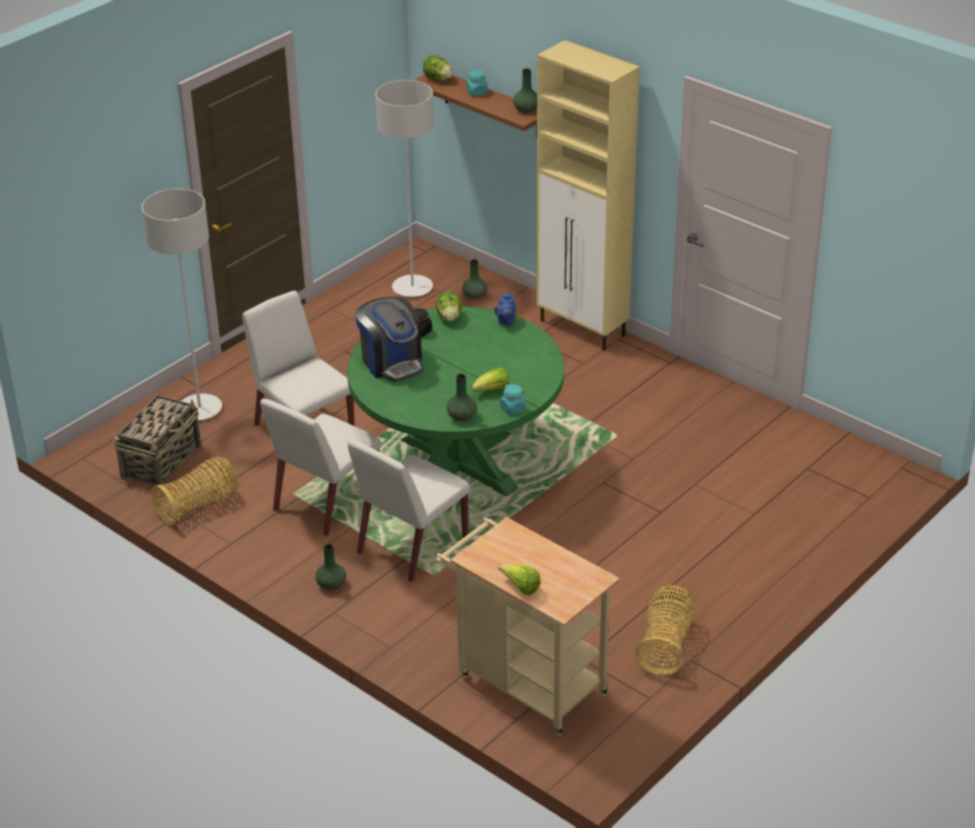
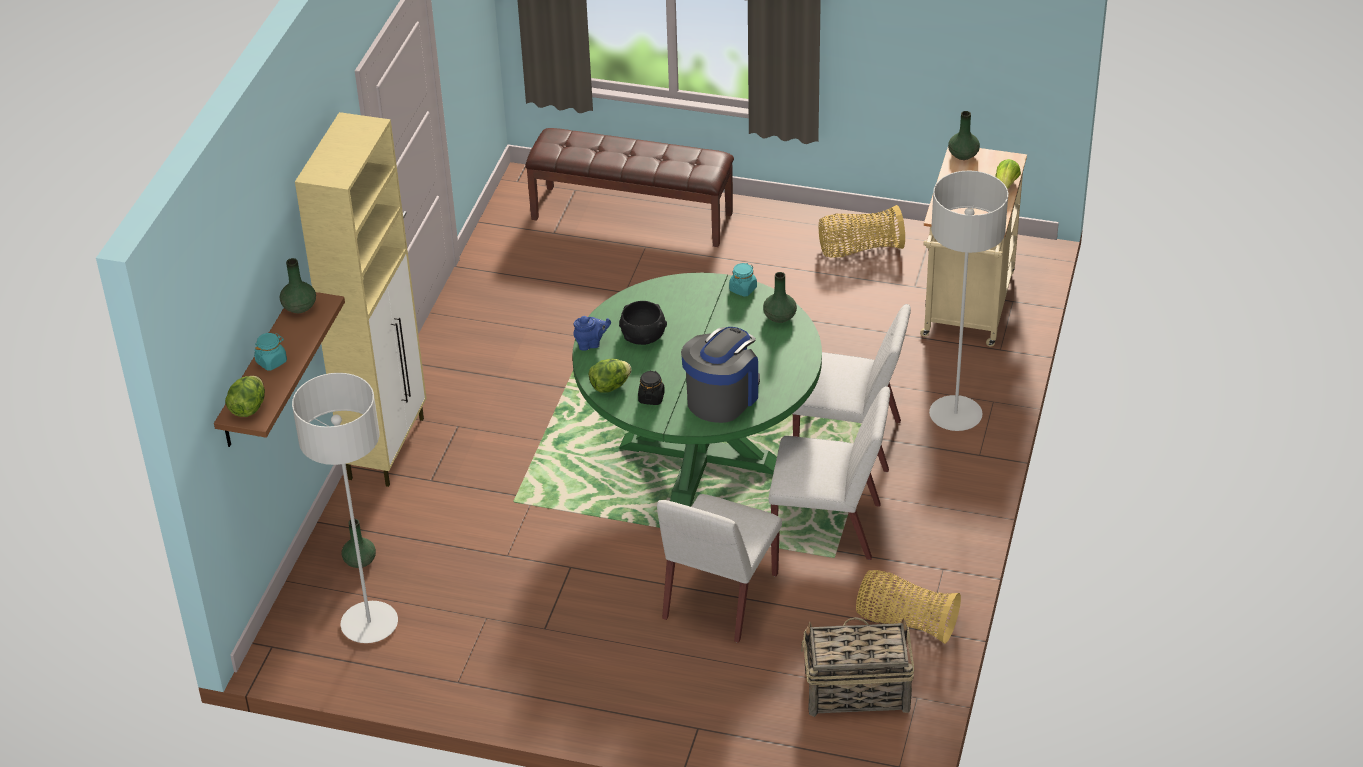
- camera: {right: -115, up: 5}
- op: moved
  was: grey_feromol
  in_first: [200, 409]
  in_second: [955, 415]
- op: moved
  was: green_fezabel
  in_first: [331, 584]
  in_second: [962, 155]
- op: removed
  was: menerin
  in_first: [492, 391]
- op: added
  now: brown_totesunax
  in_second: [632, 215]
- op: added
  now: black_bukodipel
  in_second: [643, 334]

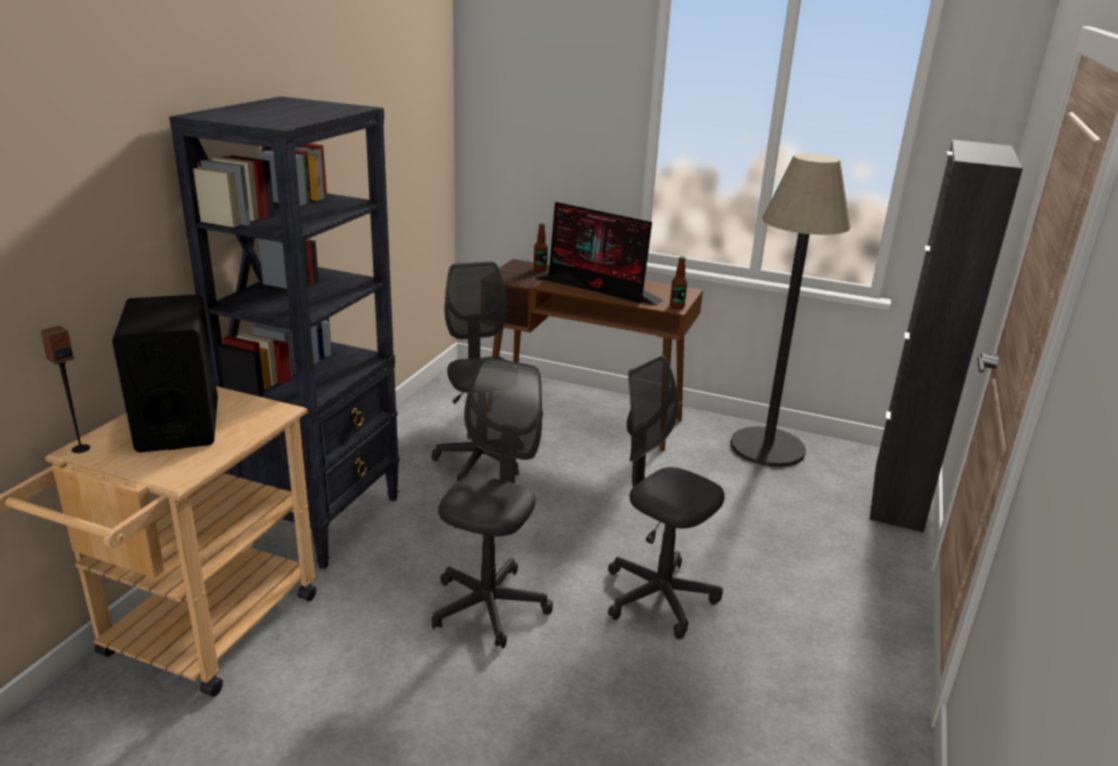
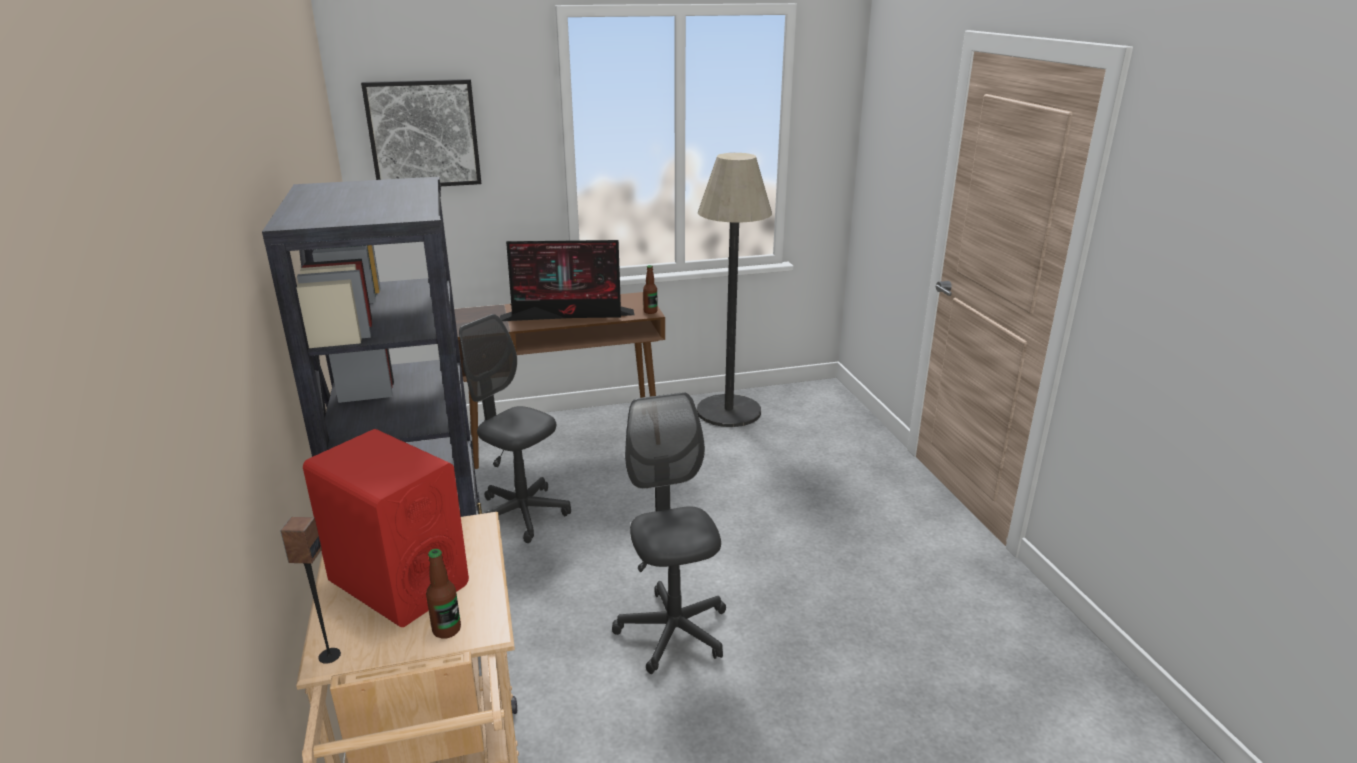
- camera: {right: -35, up: 0}
- op: recoloured
  was: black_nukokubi
  now: red_nukokubi
  in_first: [178, 425]
  in_second: [398, 583]
- op: moved
  was: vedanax
  in_first: [540, 269]
  in_second: [446, 630]
- op: removed
  was: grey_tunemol
  in_first: [658, 597]
- op: removed
  was: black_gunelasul
  in_first: [898, 497]
- op: added
  now: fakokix
  in_second: [423, 134]

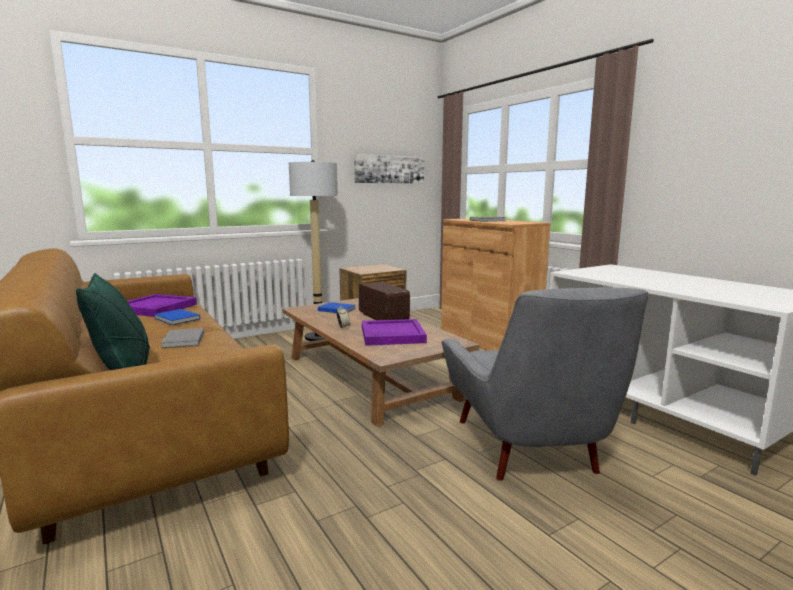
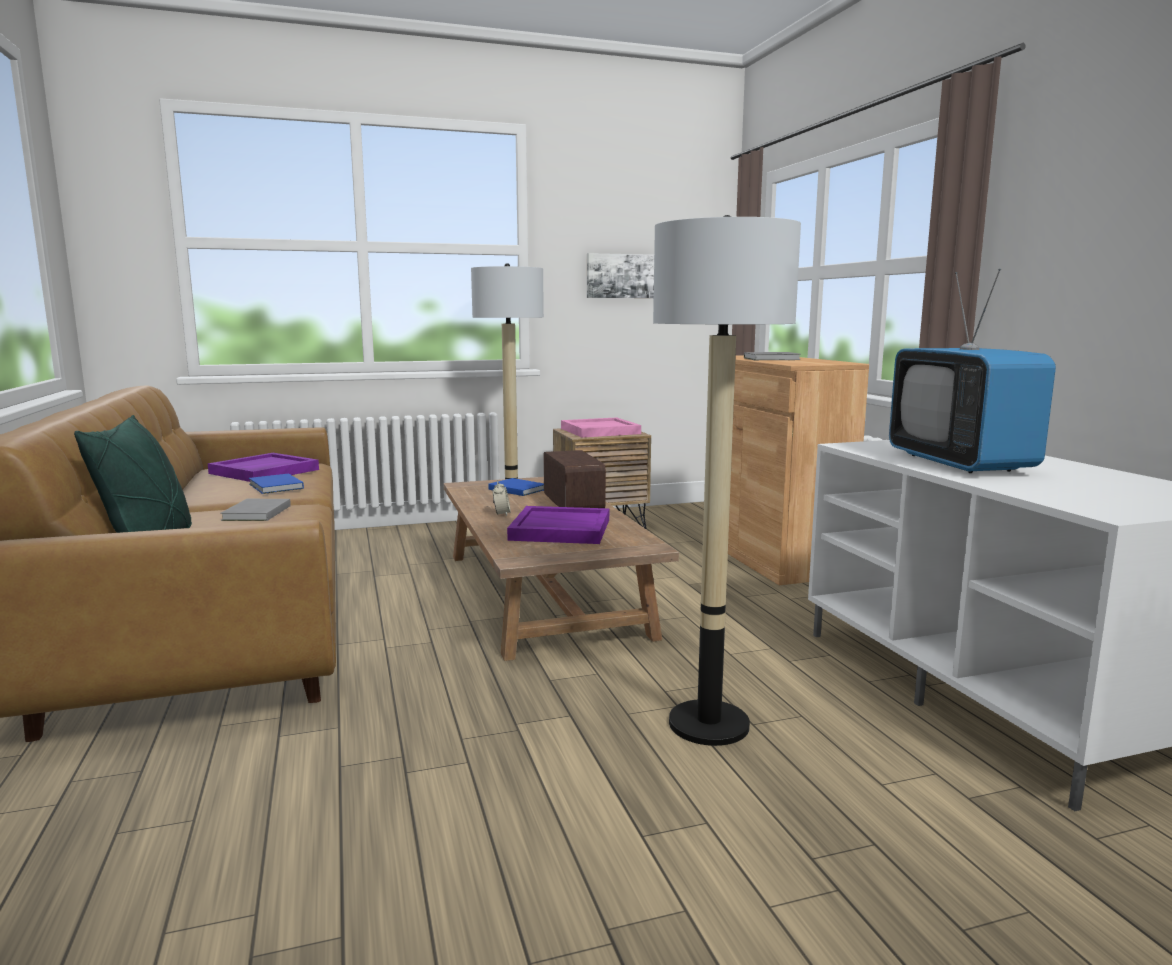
- camera: {right: 15, up: 0}
- op: replaced
  was: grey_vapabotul
  now: feromol
  in_first: [531, 452]
  in_second: [708, 724]
- op: added
  now: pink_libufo
  in_second: [599, 431]
- op: added
  now: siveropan
  in_second: [959, 463]

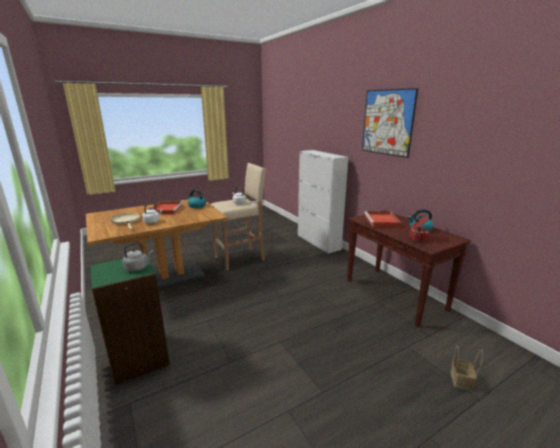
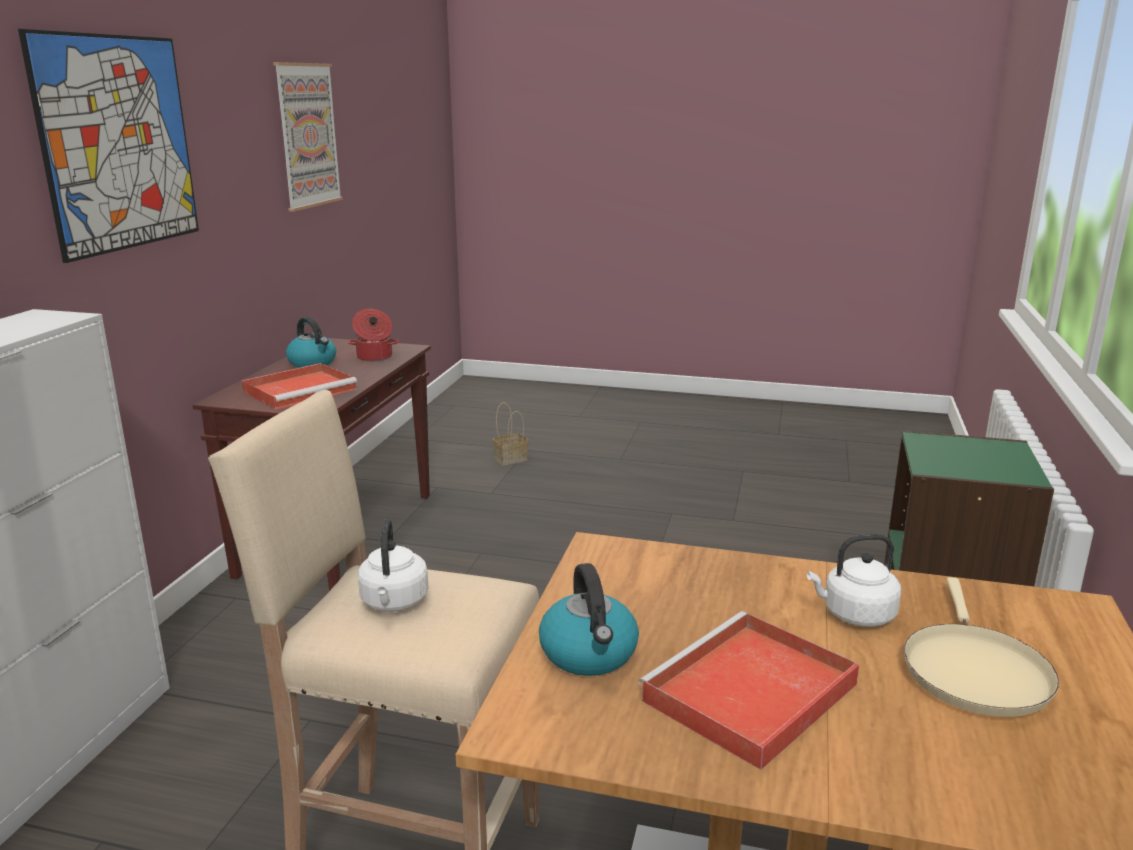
- camera: {right: -135, up: 0}
- op: removed
  was: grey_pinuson
  in_first: [138, 267]
- op: added
  now: fakokix
  in_second: [307, 135]

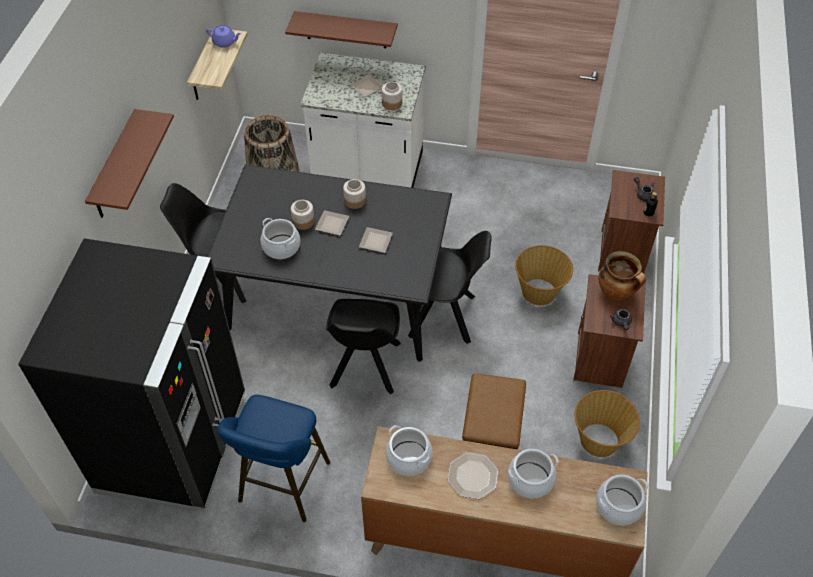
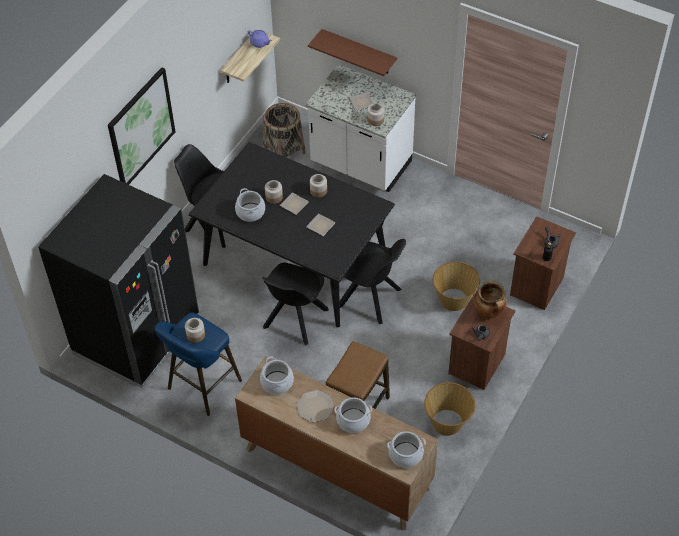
- camera: {right: 20, up: 0}
- op: replaced
  was: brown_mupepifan
  now: fakokix
  in_first: [115, 167]
  in_second: [141, 127]
- op: added
  now: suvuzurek
  in_second: [195, 335]

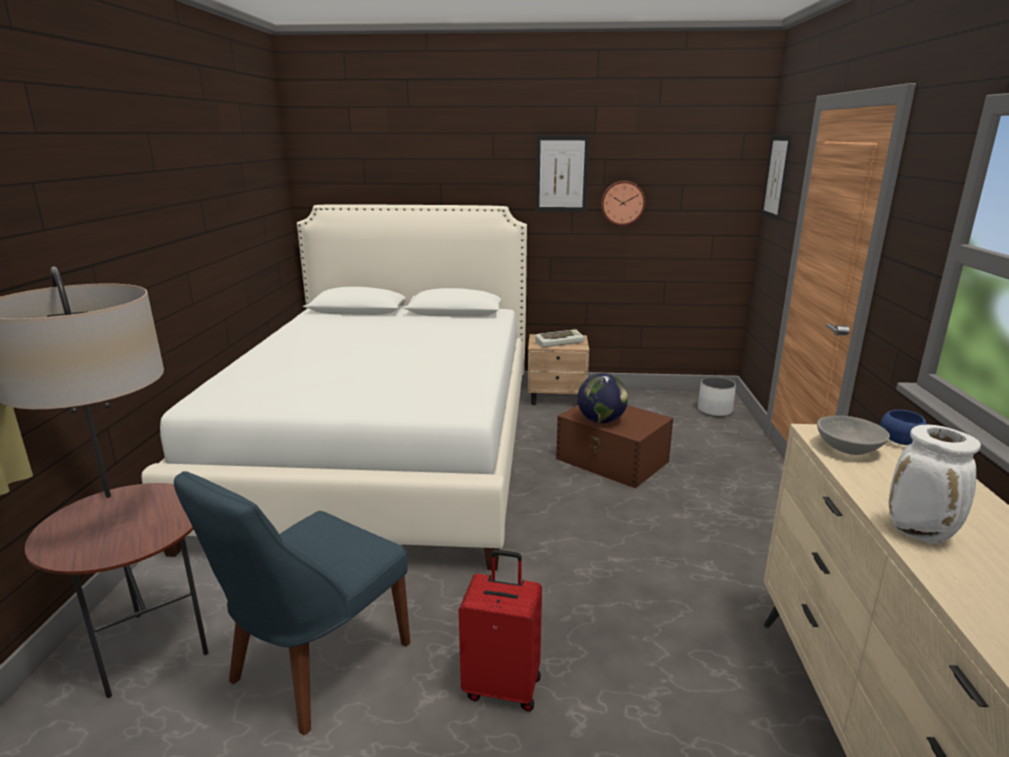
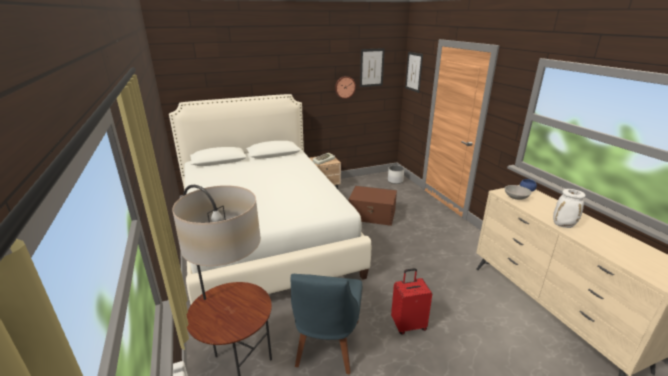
- camera: {right: -25, up: 5}
- op: moved
  was: fakokix
  in_first: [561, 174]
  in_second: [371, 68]
- op: removed
  was: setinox
  in_first: [601, 421]

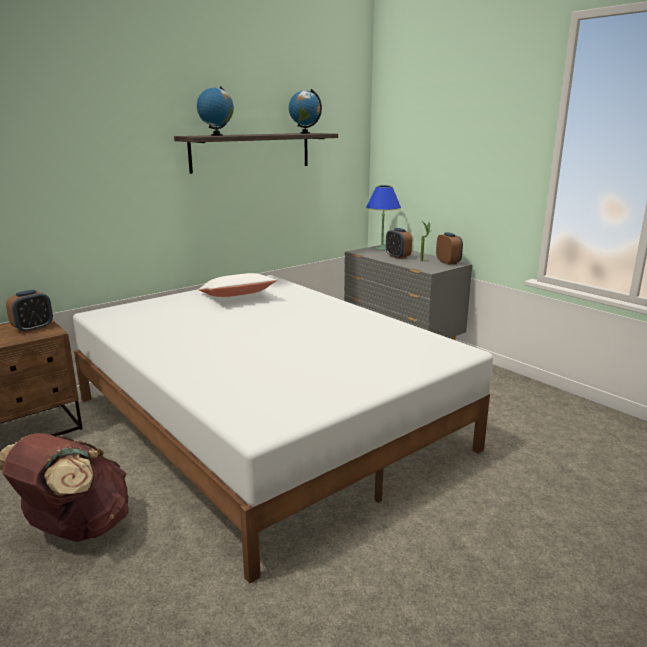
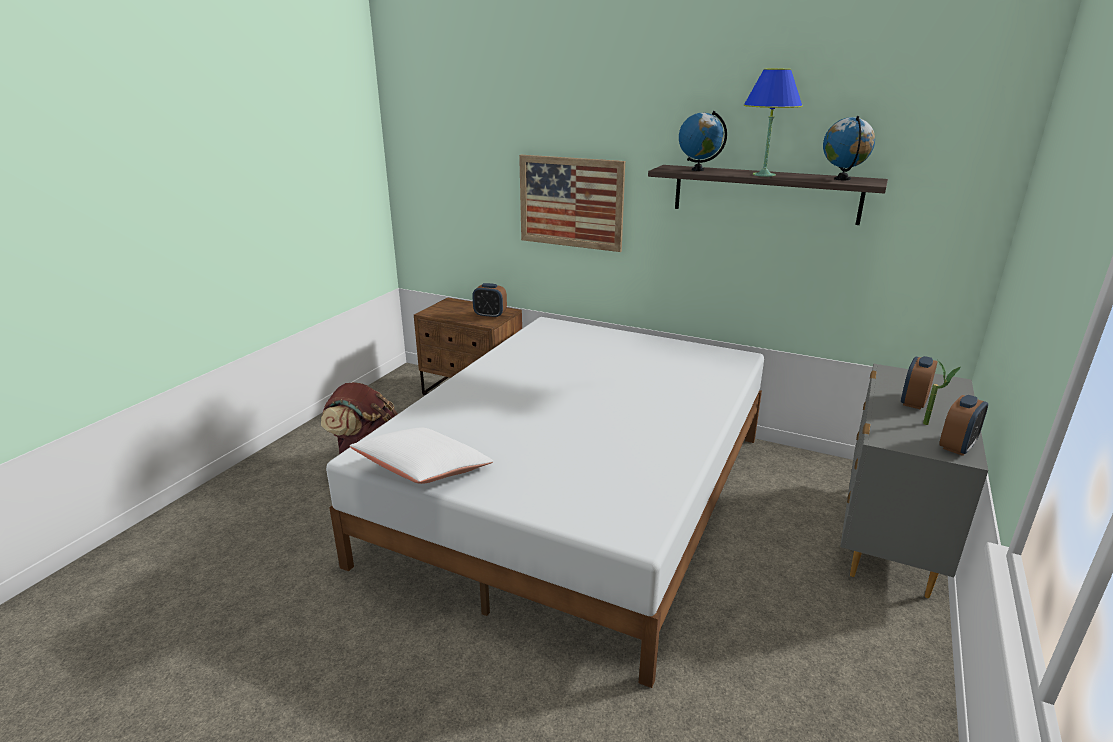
- camera: {right: 65, up: 5}
- op: moved
  was: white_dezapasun
  in_first: [237, 297]
  in_second: [424, 471]
- op: moved
  was: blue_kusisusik
  in_first: [382, 248]
  in_second: [763, 175]
- op: added
  now: fakokix
  in_second: [571, 202]

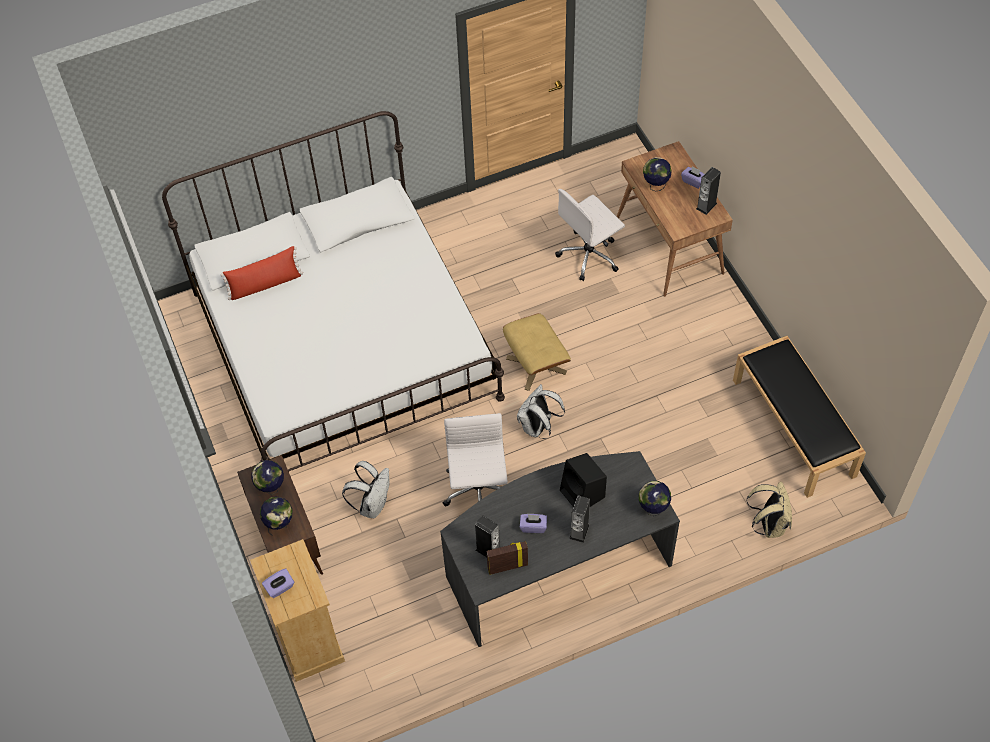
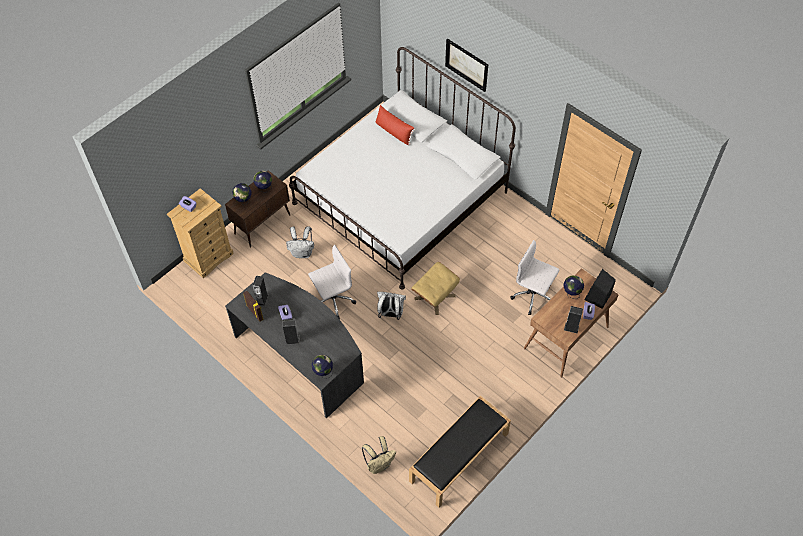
- camera: {right: 65, up: 0}
- op: moved
  was: black_nukokubi
  in_first: [583, 494]
  in_second: [597, 297]
- op: added
  now: fakokix
  in_second: [467, 64]

